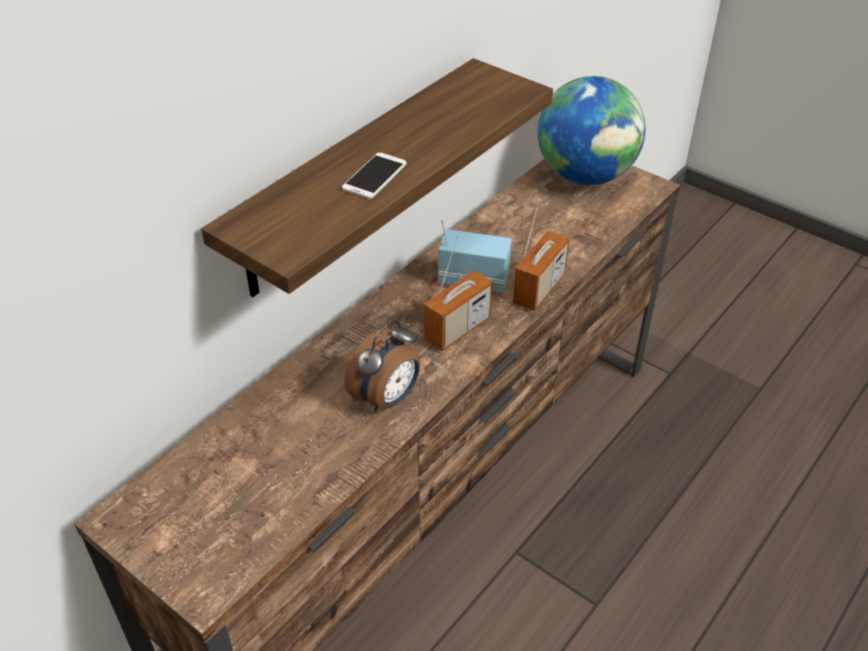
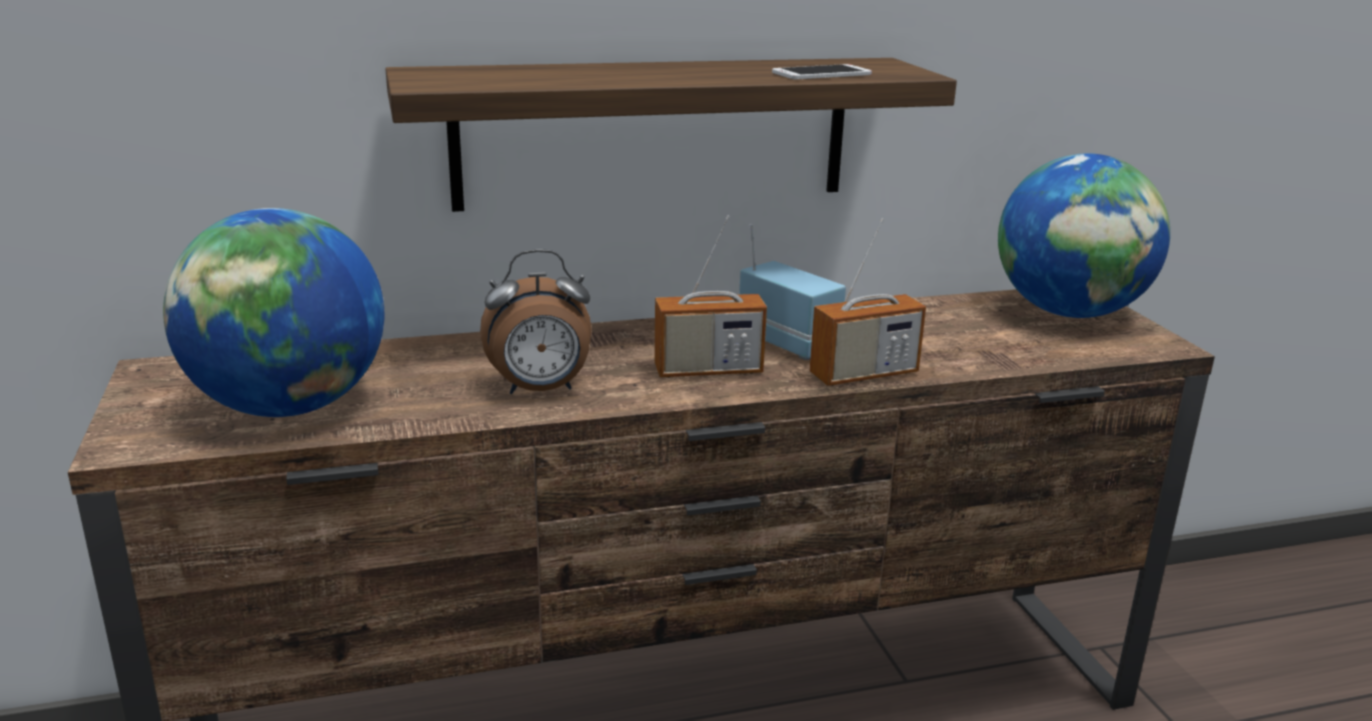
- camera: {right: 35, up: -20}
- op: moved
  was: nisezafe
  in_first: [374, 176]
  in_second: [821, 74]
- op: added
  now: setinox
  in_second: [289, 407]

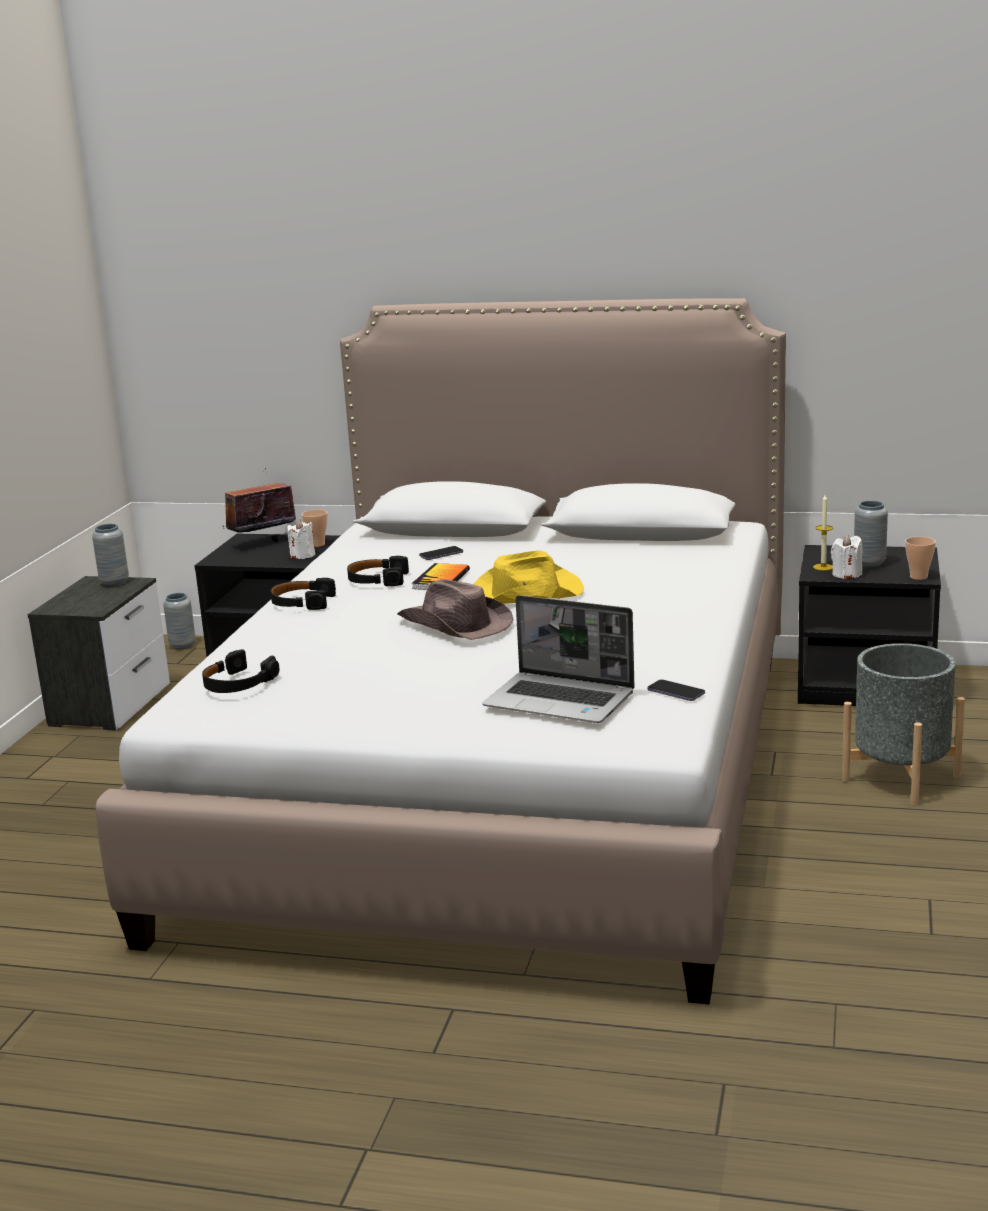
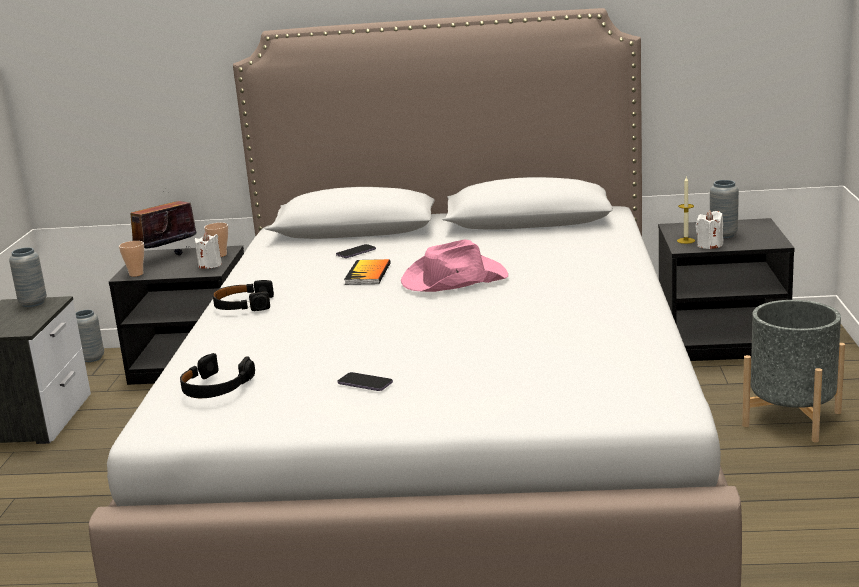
- camera: {right: -10, up: 0}
- op: removed
  was: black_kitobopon
  in_first: [377, 580]
- op: removed
  was: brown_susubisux
  in_first: [455, 624]
- op: recoloured
  was: yellow_susubisux
  now: pink_susubisux
  in_first: [524, 592]
  in_second: [453, 280]
- op: removed
  was: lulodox
  in_first: [561, 701]
- op: moved
  was: nisezafe
  in_first: [676, 692]
  in_second: [365, 383]
- op: moved
  was: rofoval
  in_first: [918, 577]
  in_second: [136, 274]

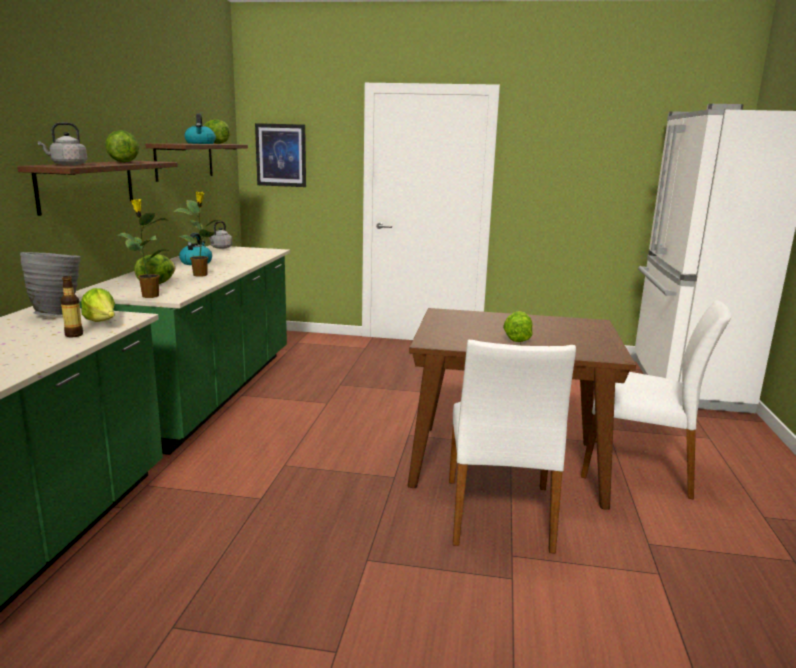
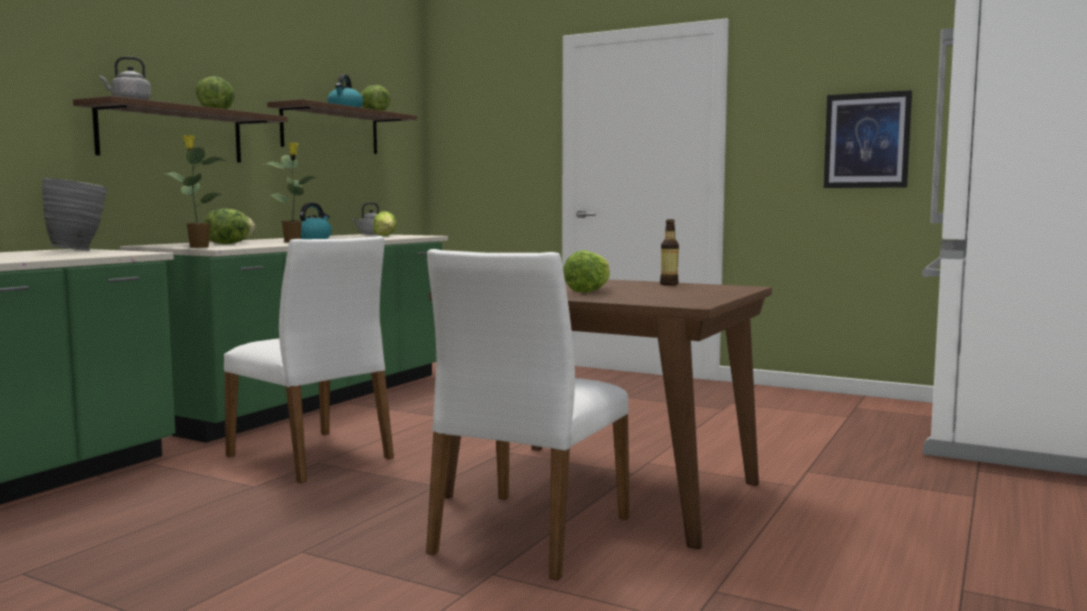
- camera: {right: 20, up: -10}
- op: moved
  was: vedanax
  in_first: [74, 335]
  in_second: [669, 284]
- op: moved
  was: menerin
  in_first: [102, 323]
  in_second: [386, 236]
- op: moved
  was: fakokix
  in_first: [281, 155]
  in_second: [866, 140]
- op: moved
  was: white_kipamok
  in_first: [640, 468]
  in_second: [313, 456]

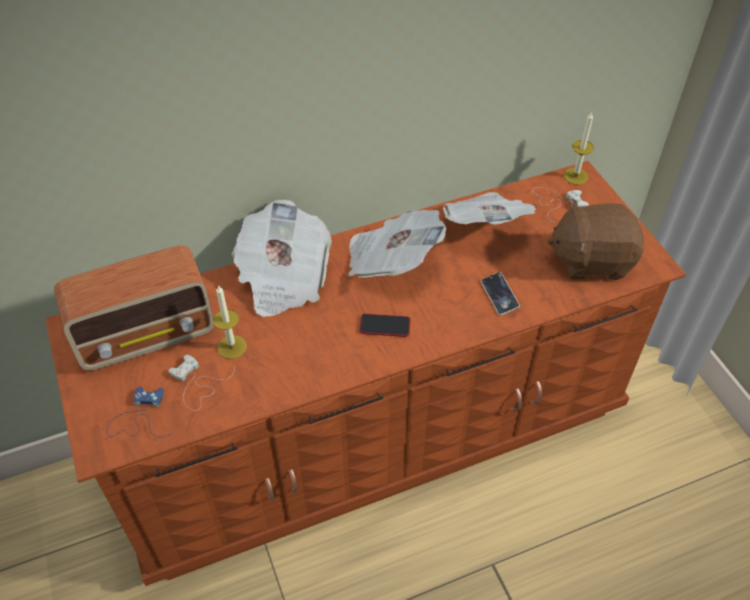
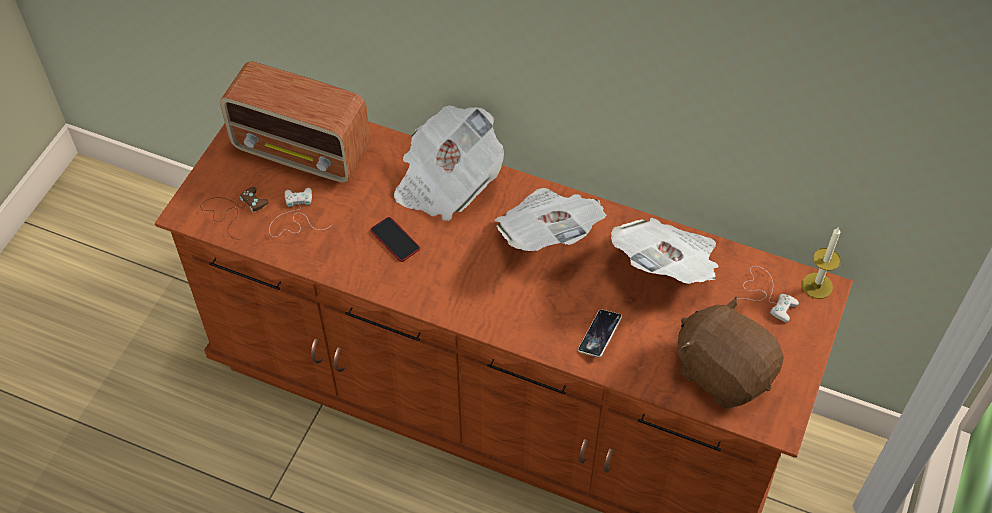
- camera: {right: 45, up: 5}
- op: recoloured
  was: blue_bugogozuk
  now: brown_bugogozuk
  in_first: [139, 418]
  in_second: [233, 210]
- op: removed
  was: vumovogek
  in_first: [232, 347]
- op: moved
  was: nisezafe
  in_first: [385, 326]
  in_second: [395, 240]

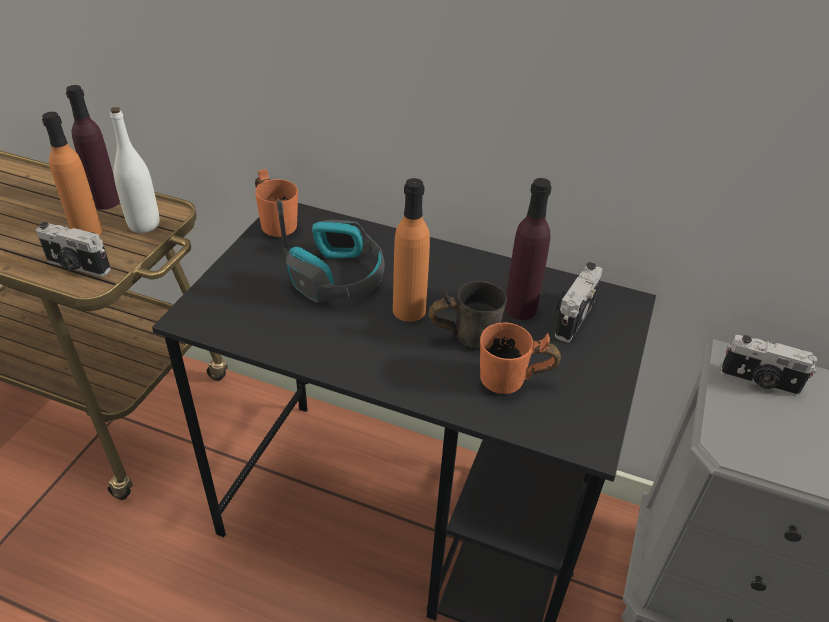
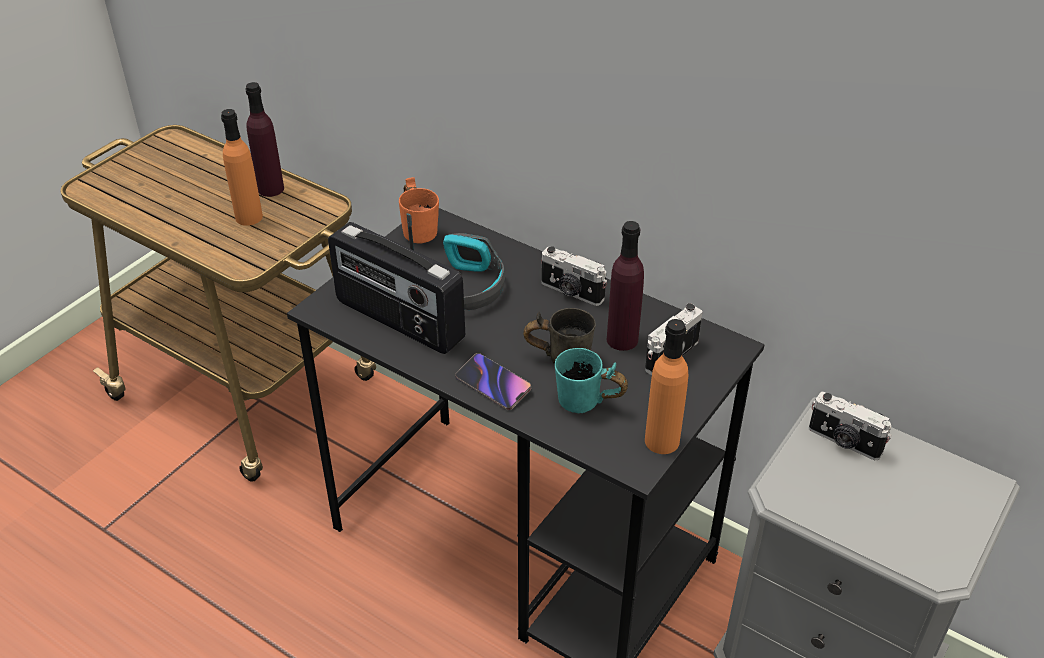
- camera: {right: 15, up: 0}
- op: moved
  was: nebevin
  in_first: [77, 266]
  in_second: [571, 292]
- op: removed
  was: white_vedanax
  in_first: [144, 224]
- op: moved
  was: orange_vedanax
  in_first: [409, 310]
  in_second: [662, 441]
- op: recoloured
  was: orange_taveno
  now: turquoise_taveno
  in_first: [512, 385]
  in_second: [586, 407]
- op: added
  now: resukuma
  in_second: [398, 321]
- op: added
  now: nisezafe
  in_second: [493, 384]

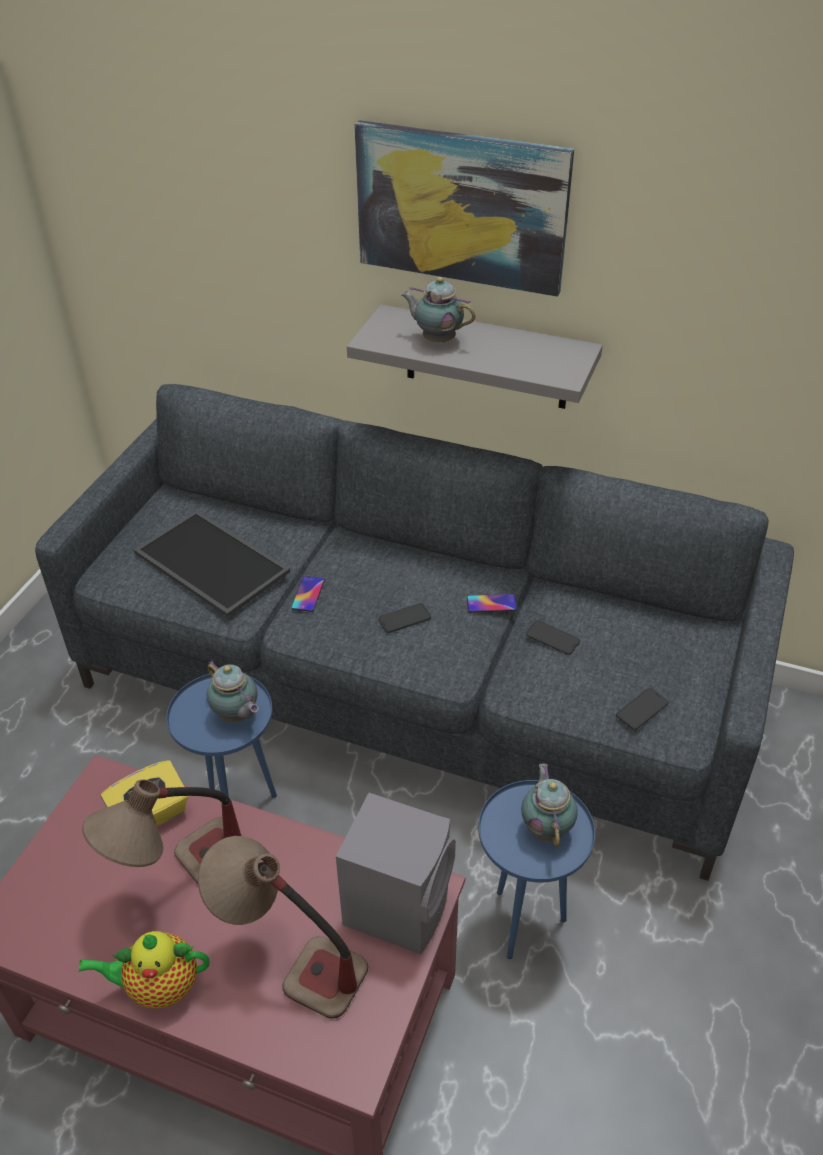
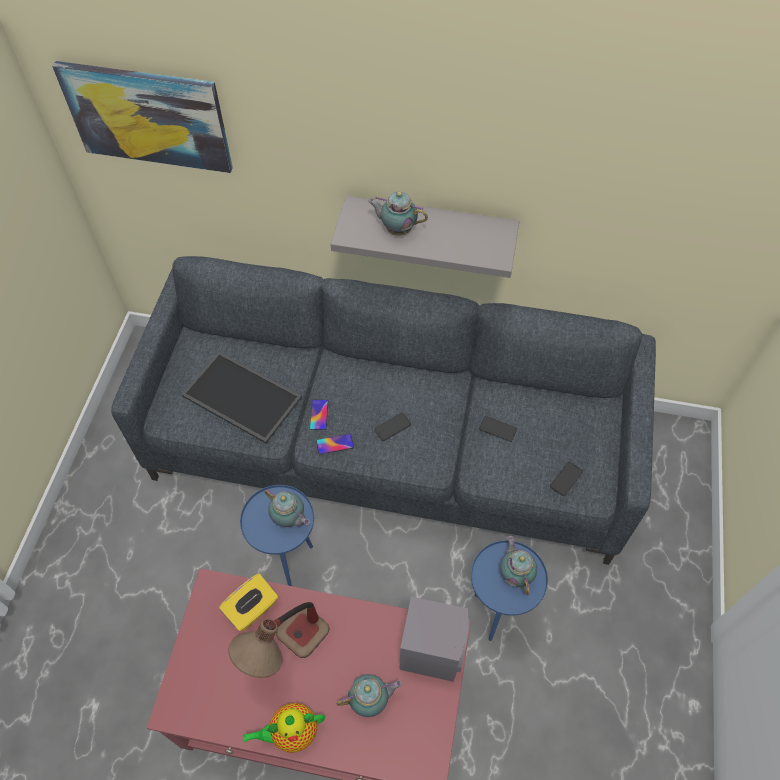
- camera: {right: -10, up: 15}
- op: replaced
  was: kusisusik
  now: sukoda
  in_first: [289, 961]
  in_second: [371, 700]
- op: moved
  was: fakokix
  in_first: [461, 207]
  in_second: [148, 116]
- op: moved
  was: nisezafe
  in_first: [491, 603]
  in_second: [335, 444]

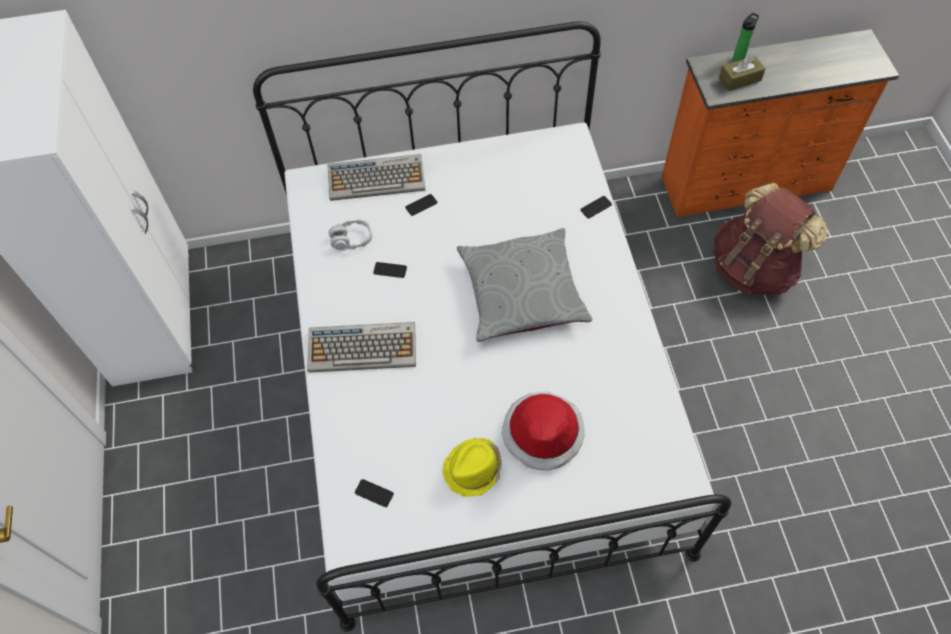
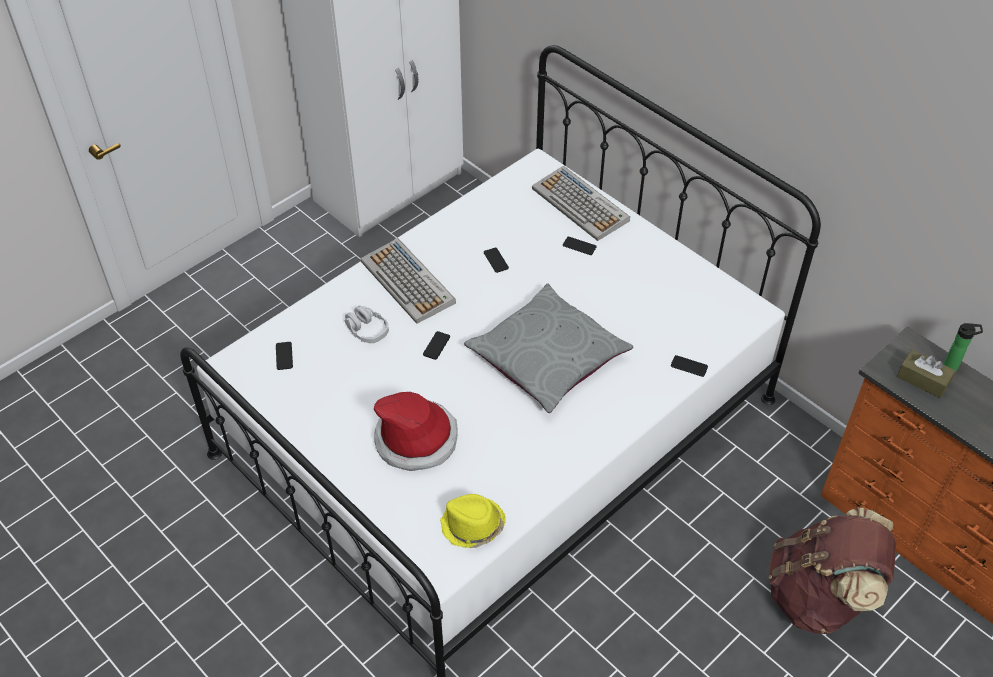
- camera: {right: 55, up: -10}
- op: moved
  was: grey_kitobopon
  in_first: [351, 239]
  in_second: [367, 330]
- op: moved
  was: yellow_susubisux
  in_first: [473, 469]
  in_second: [472, 526]
- op: added
  now: nisezafe
  in_second: [436, 345]

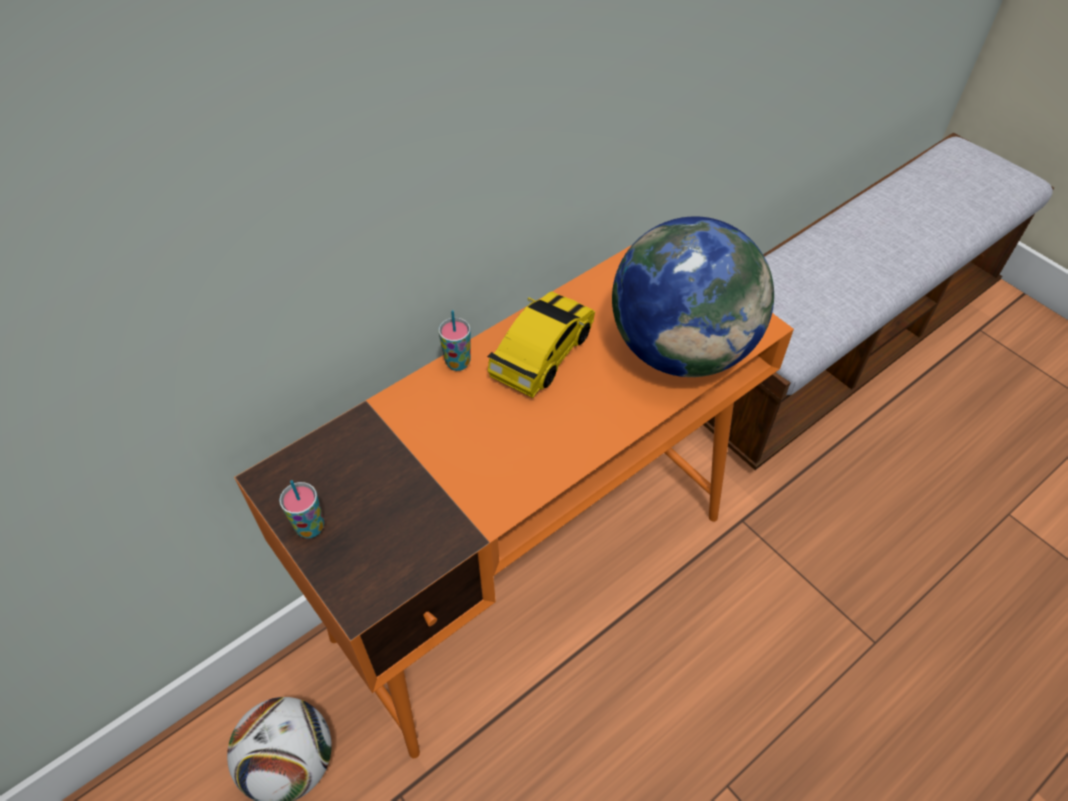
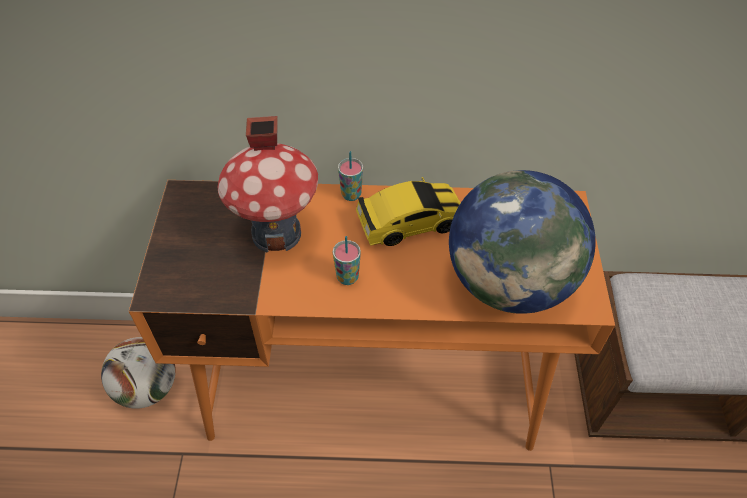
- camera: {right: 40, up: 0}
- op: moved
  was: rofoval
  in_first: [310, 527]
  in_second: [347, 277]
- op: added
  now: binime
  in_second: [277, 233]

